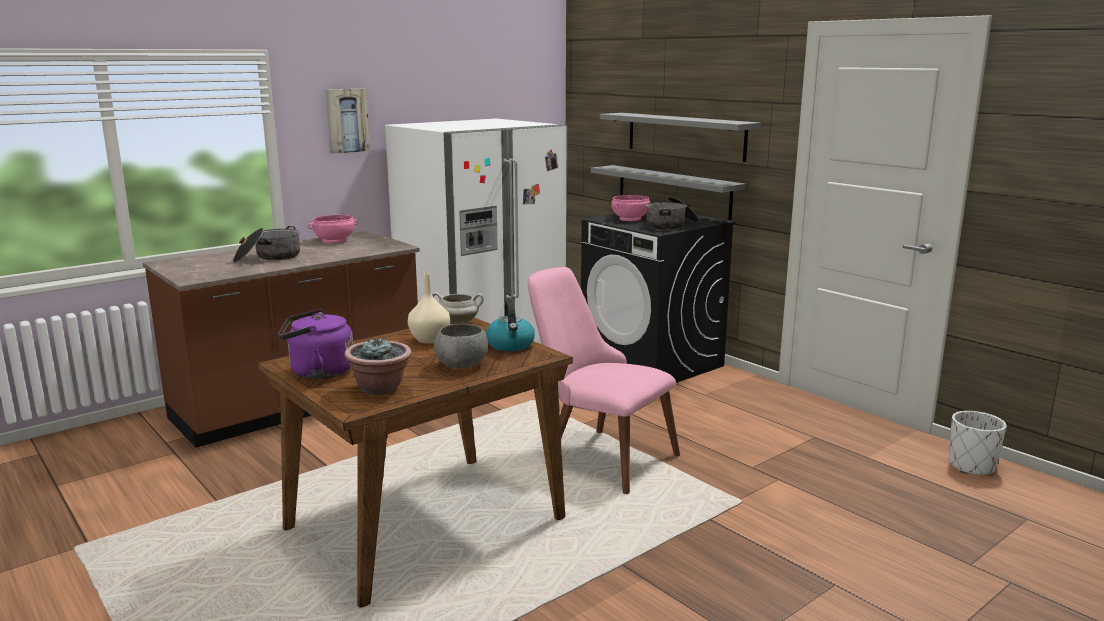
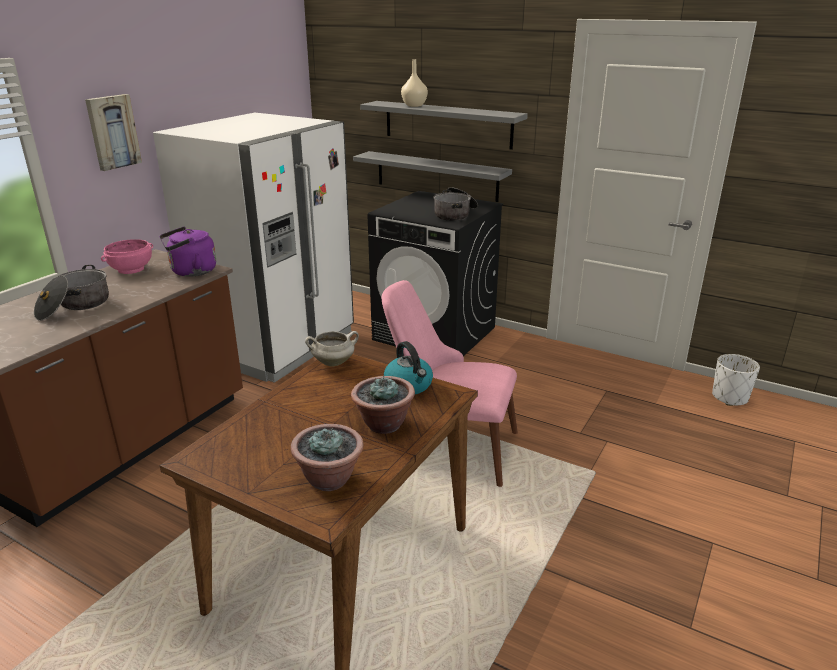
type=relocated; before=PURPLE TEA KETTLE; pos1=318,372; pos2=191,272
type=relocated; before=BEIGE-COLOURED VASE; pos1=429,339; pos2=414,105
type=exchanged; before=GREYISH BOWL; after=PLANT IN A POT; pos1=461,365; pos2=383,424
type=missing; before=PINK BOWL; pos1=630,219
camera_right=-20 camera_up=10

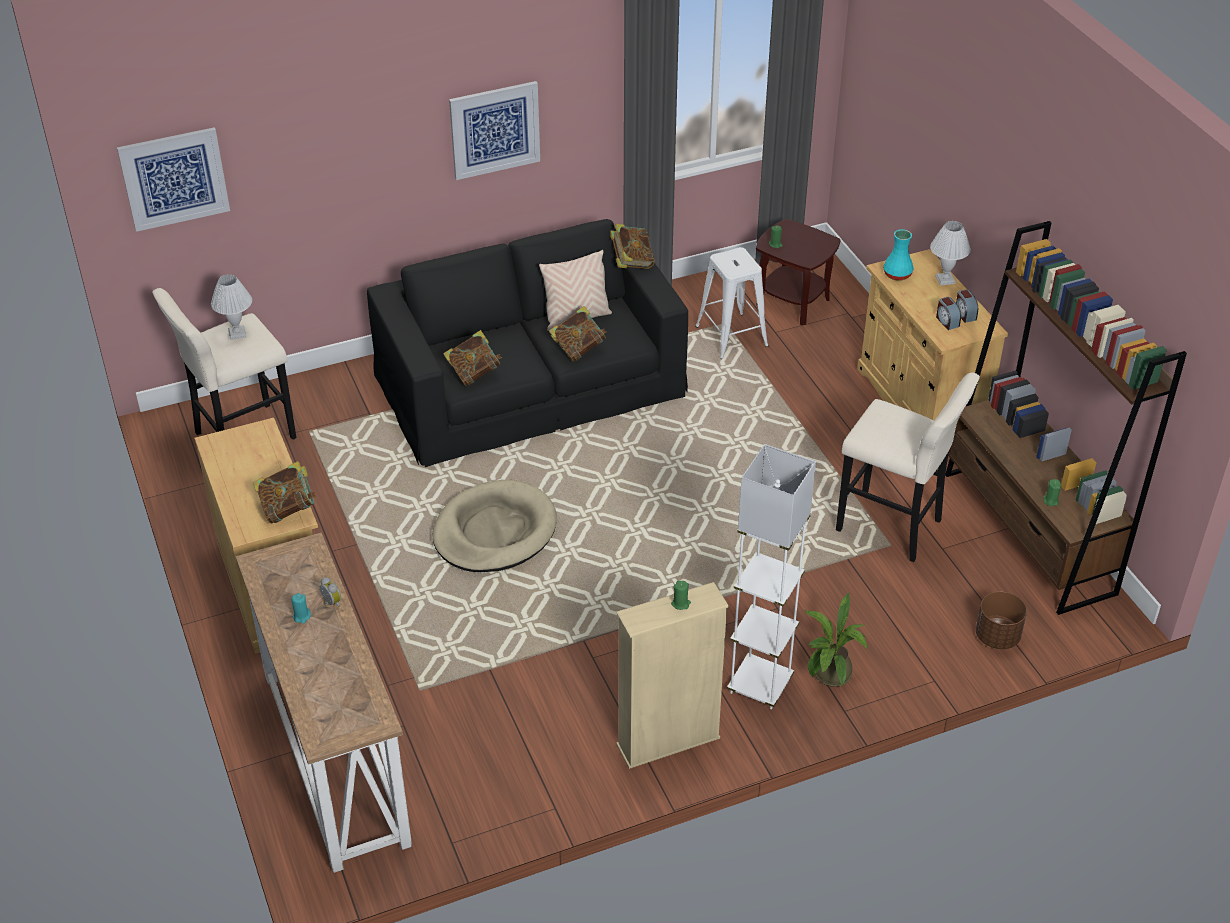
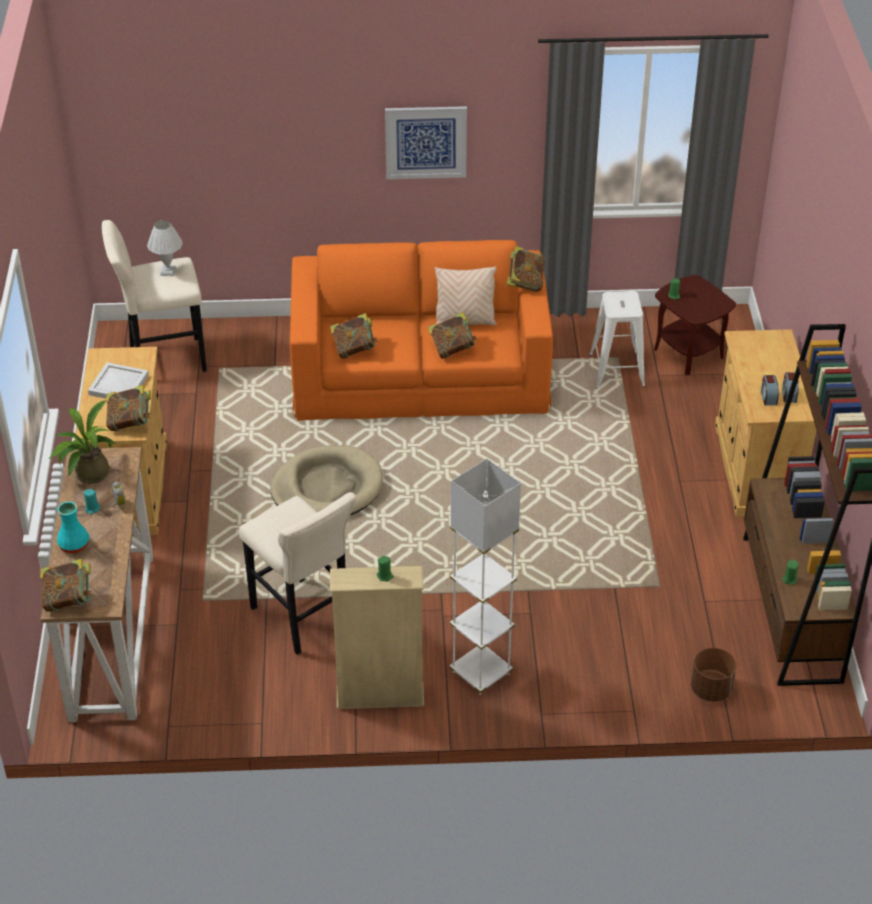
type=missing; before=WALL ART; pos1=174,178
type=colour; before=BLACK SOFA; after=ORANGE SOFA; pos1=530,383; pos2=420,371
type=relocated; before=PLANT IN A POT; pos1=829,677; pos2=88,475
type=relocated; before=BEIGE-COLOURED SITTING STOOL; pos1=893,528; pos2=303,619
type=relocated; before=BLUE-GREEN VASE; pos1=897,275; pos2=73,545
type=missing; before=WHITE TABLETOP LAMP; pos1=944,279
type=appeared; after=BOOK; pos2=69,599
type=appeared; after=WHITE SERVING TRAY; pos2=119,385
camera_right=20 camera_up=0

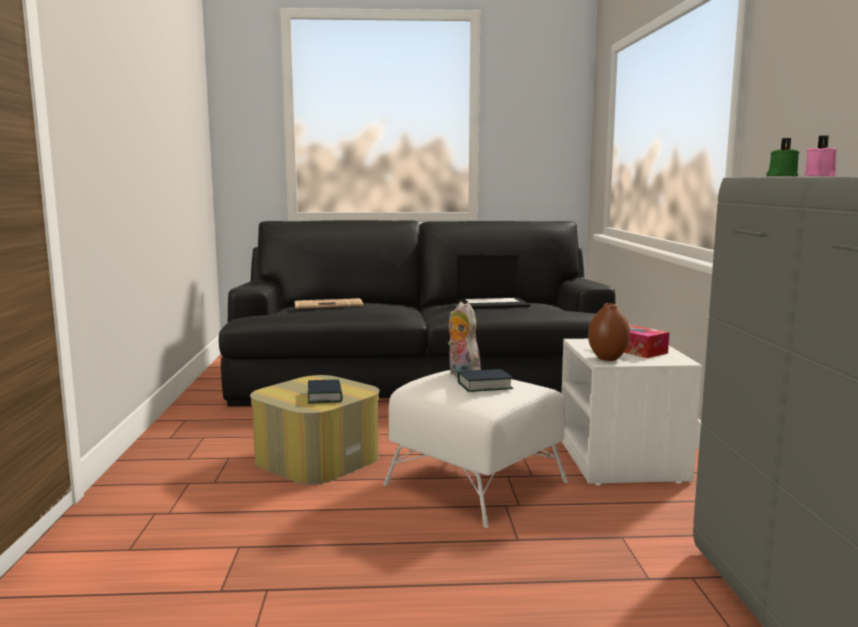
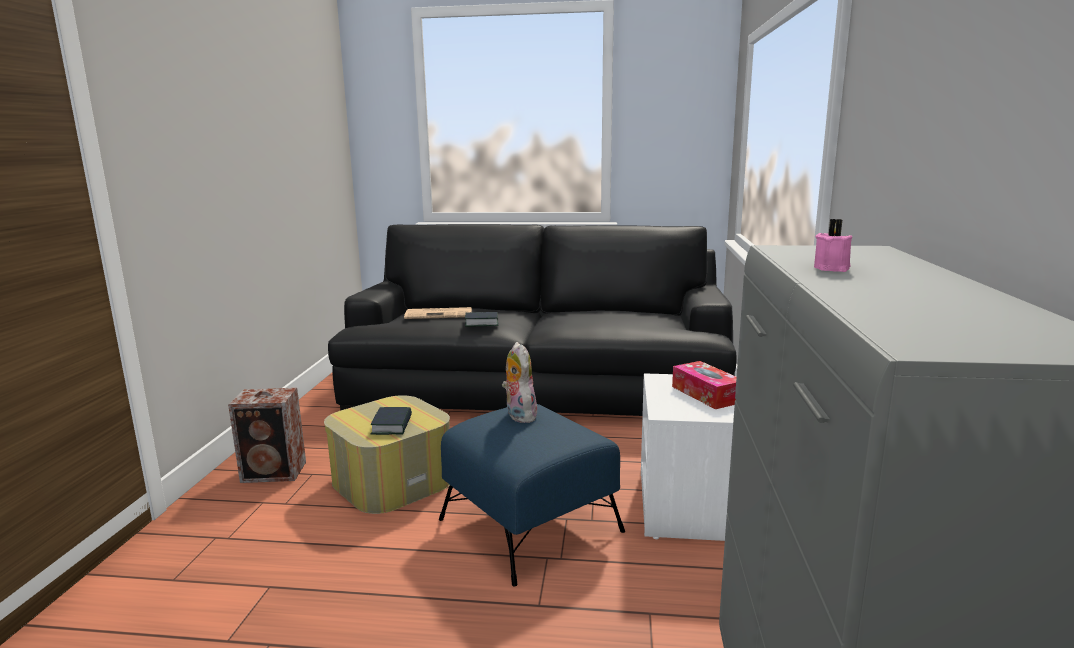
type=colour; before=WHITE FOOTREST; after=BLUISH FOOTREST; pos1=476,483; pos2=530,526
type=missing; before=NOTEBOOK COMPUTER; pos1=492,303
type=relocated; before=BOOK; pos1=484,386; pos2=481,323
type=missing; before=BROWN-COLOURED VASE; pos1=607,359
type=missing; before=GREEN CANDLE; pos1=781,176
type=appeared; after=AUDIO SPEAKER; pos2=275,472
camera_right=10 camera_up=5

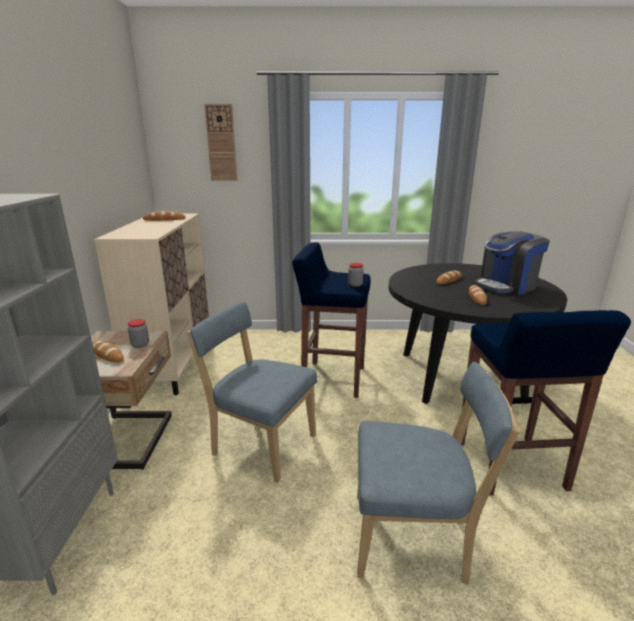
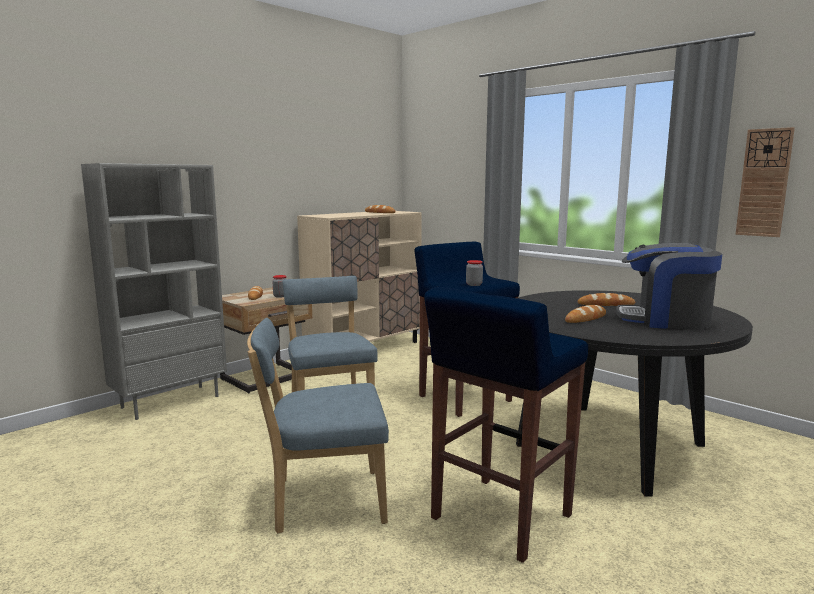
type=relocated; before=CLOCK ON THE WALL; pos1=221,143; pos2=764,183
type=spun; before=BLUISH CHAIR; pos1=414,538; pos2=322,501; turn=120
camera_right=45 camera_up=-10

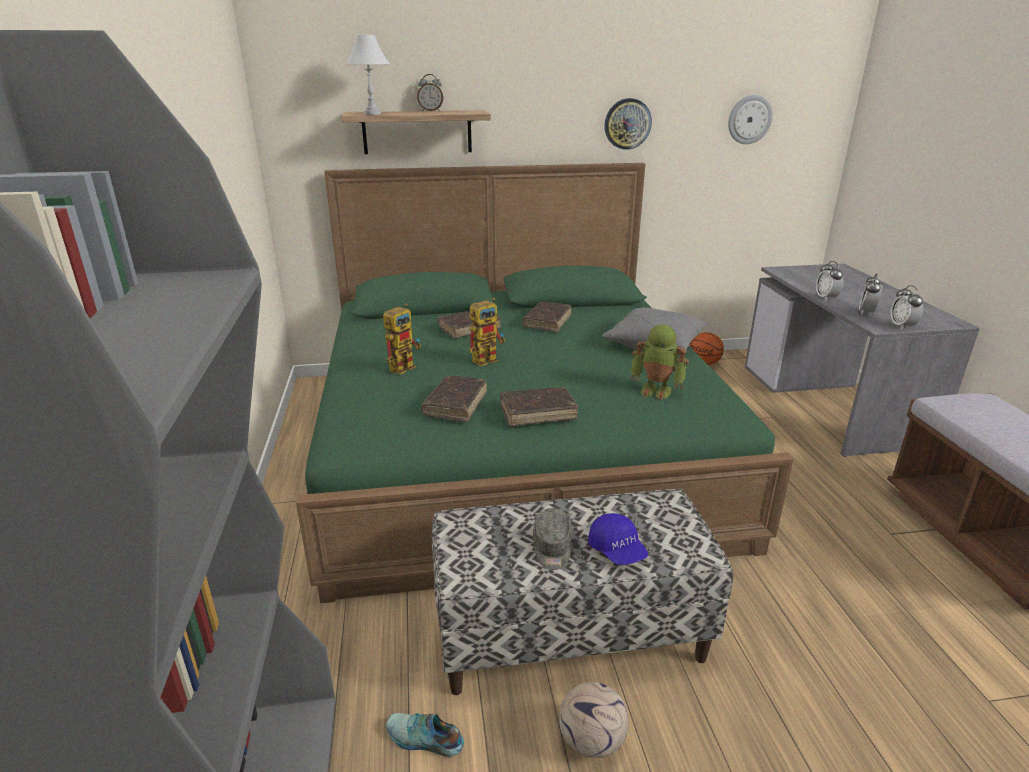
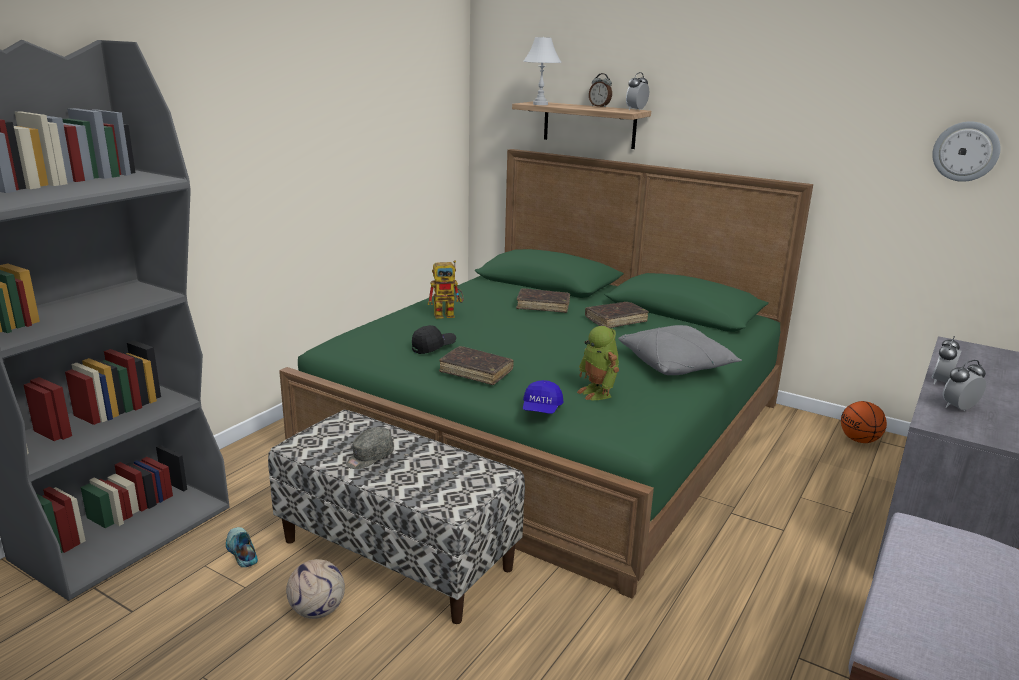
type=exchanged; before=BROWN-COLOURED BOOK; after=BLACK PEAKED CAP; pos1=456,405; pos2=433,347
type=missing; before=MODEL ROBOT; pos1=488,358
type=relocated; before=BLUISH PEAKED CAP; pos1=617,550; pos2=541,409
type=missing; before=CLOCK ON THE WALL; pos1=627,124
type=relocated; before=ALARM CLOCK; pos1=902,326; pos2=636,110
camera_right=40 camera_up=-5

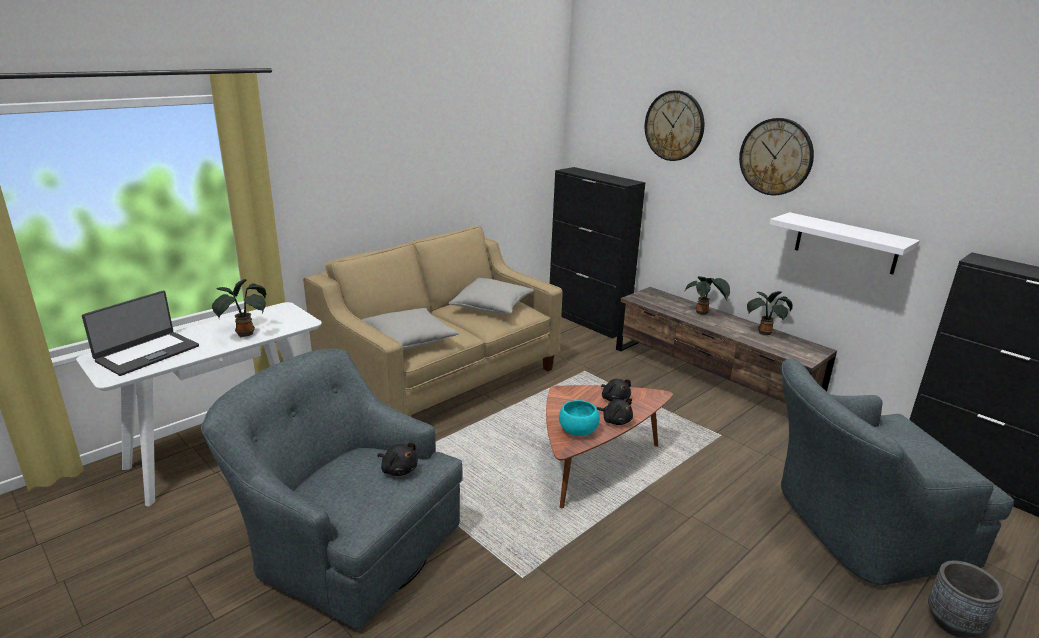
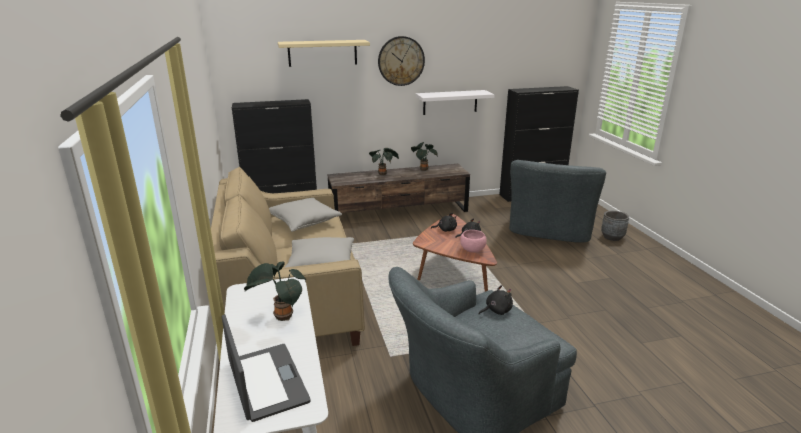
type=colour; before=BLUE-GREEN BOWL; after=PINK BOWL; pos1=578,431; pos2=472,250
type=exchanged; before=CLOCK ON THE WALL; after=BEIGE-COLOURED SHELF; pos1=674,126; pos2=322,53
camera_right=-60 camera_up=0

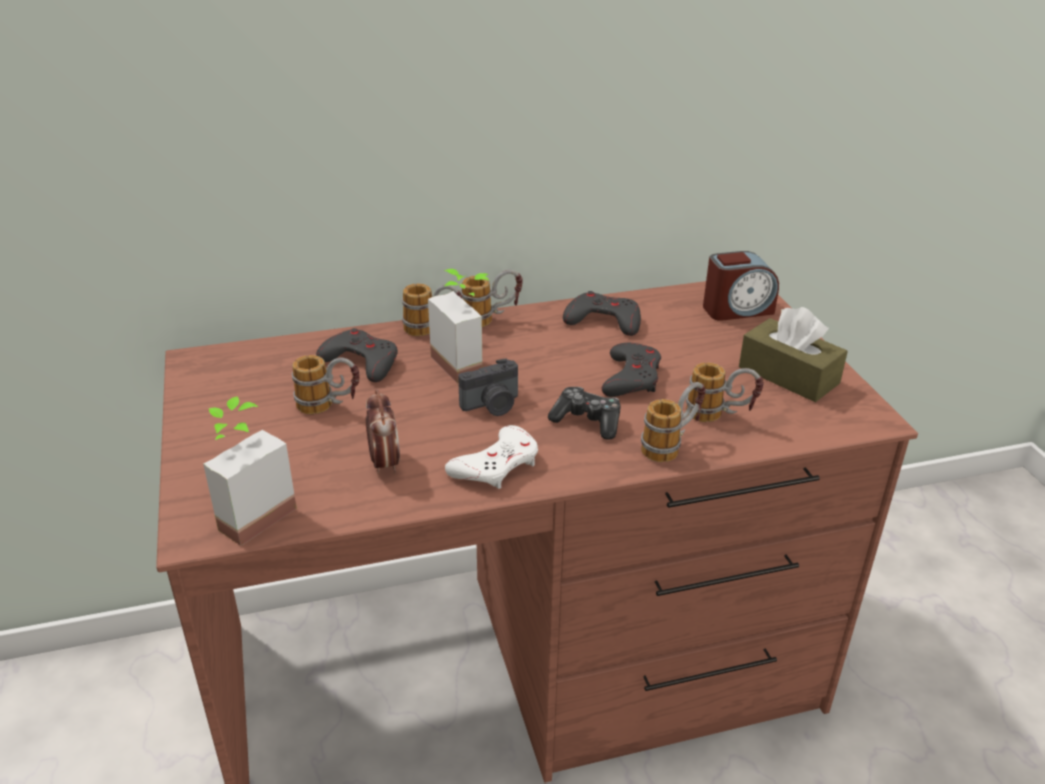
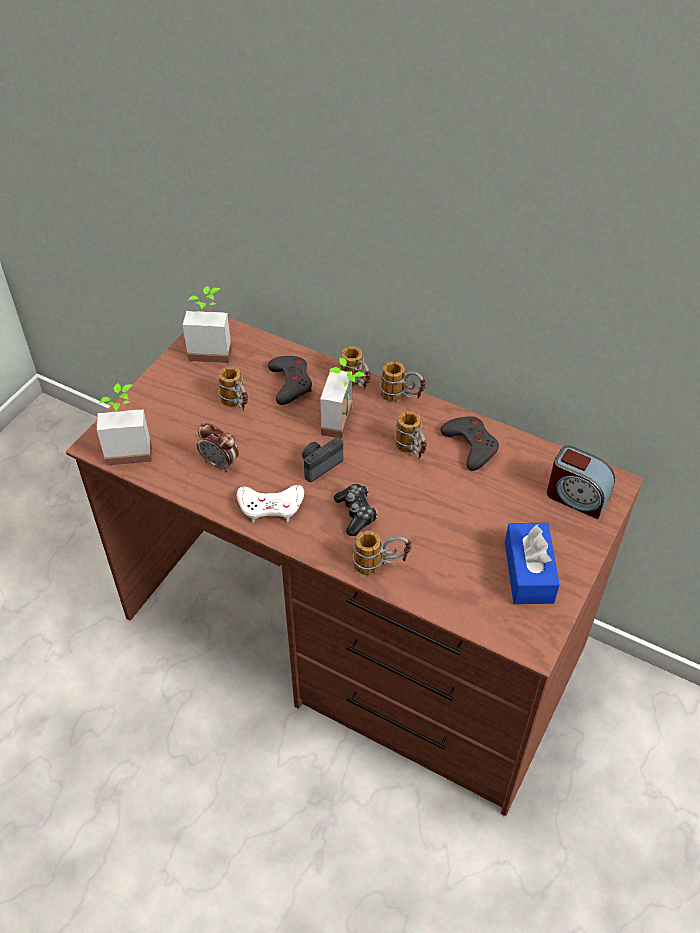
type=spun; before=ALARM CLOCK; pos1=384,463; pos2=220,463; turn=90
type=spun; before=PHOTO CAMERA; pos1=492,406; pos2=319,464; turn=120
type=missing; before=GREYISH GAME CONTROLLER; pos1=631,377
type=relocated; before=MUG; pos1=720,416; pos2=412,452
type=colour; before=BROWN-COLOURED TISSUE BOX; after=BLUISH TISSUE BOX; pos1=788,375; pos2=528,572
type=appeared; after=PLANT IN A POT; pos2=211,349
camera_right=45 camera_up=15

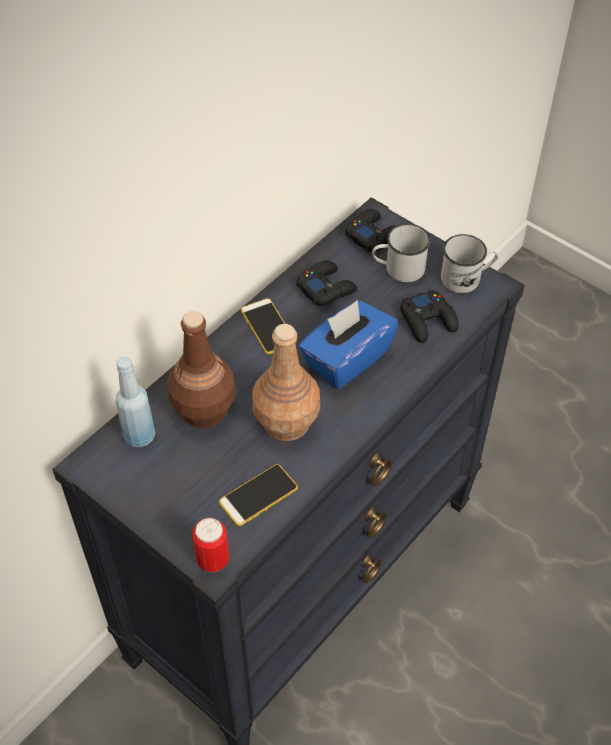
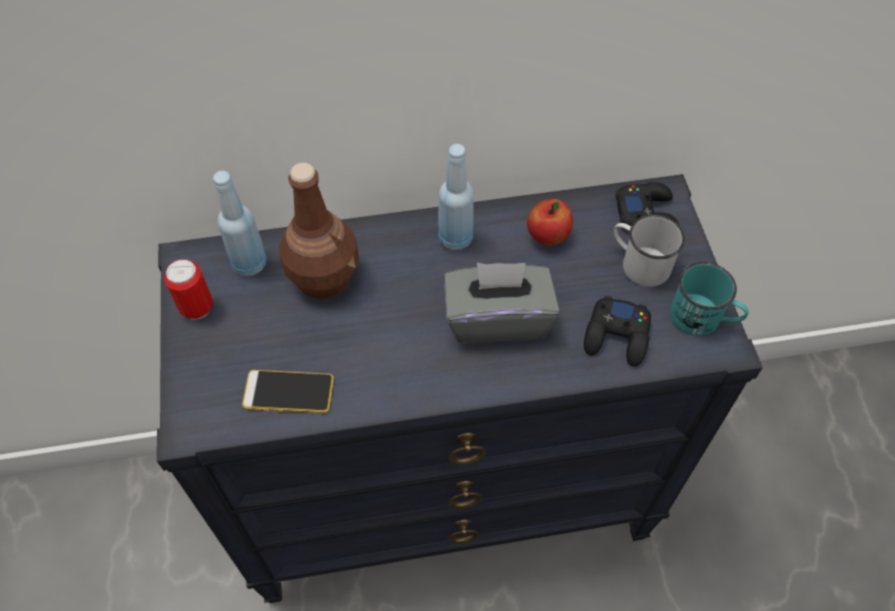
type=relocated; before=SEALED CAN; pos1=213,560; pos2=197,308
type=exchanged; before=PHONE; after=BLUISH BOTTLE; pos1=268,327; pos2=456,238
type=missing; before=BROWN-COLOURED BOTTLE; pos1=287,421
type=exchanged; before=BLACK GAME CONTROLLER; after=WHOLE APPLE; pos1=326,288; pos2=547,236
type=colour; before=BLUISH TISSUE BOX; after=GREYISH TISSUE BOX; pos1=346,359; pos2=497,319
type=colour; before=WHITE MUG; after=BLUE-GREEN MUG; pos1=466,278; pos2=702,318
camera_right=40 camera_up=5

